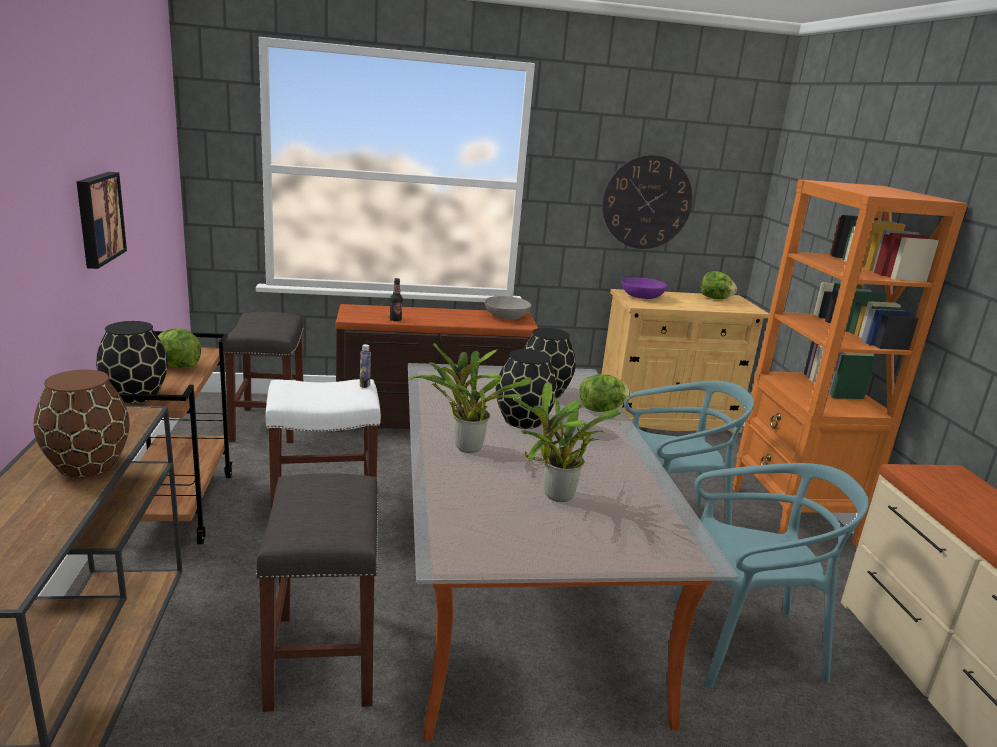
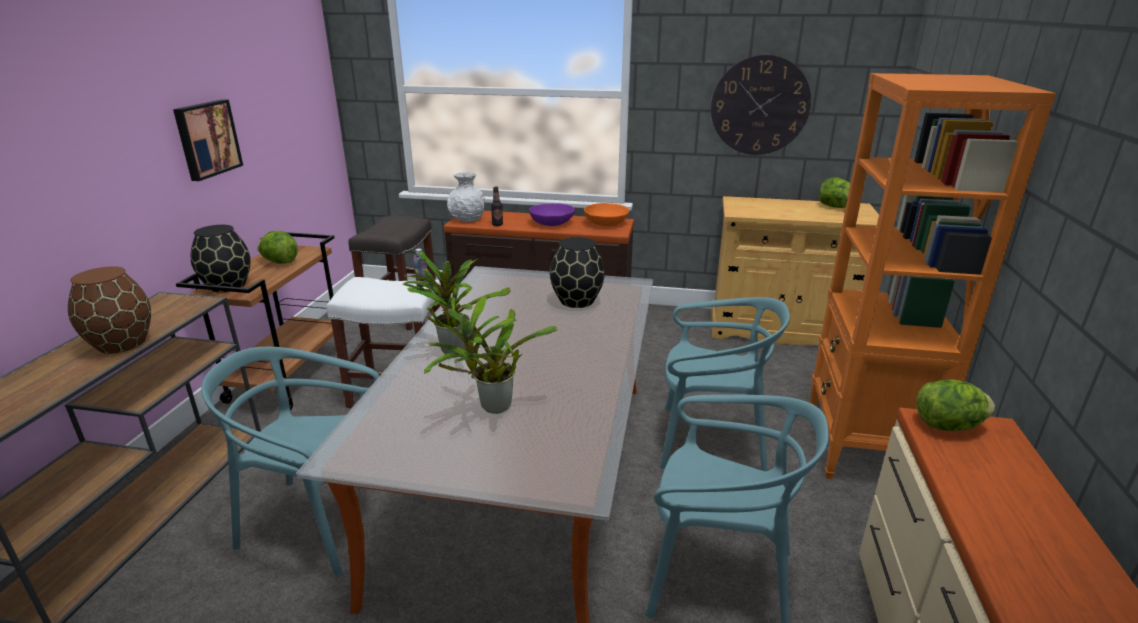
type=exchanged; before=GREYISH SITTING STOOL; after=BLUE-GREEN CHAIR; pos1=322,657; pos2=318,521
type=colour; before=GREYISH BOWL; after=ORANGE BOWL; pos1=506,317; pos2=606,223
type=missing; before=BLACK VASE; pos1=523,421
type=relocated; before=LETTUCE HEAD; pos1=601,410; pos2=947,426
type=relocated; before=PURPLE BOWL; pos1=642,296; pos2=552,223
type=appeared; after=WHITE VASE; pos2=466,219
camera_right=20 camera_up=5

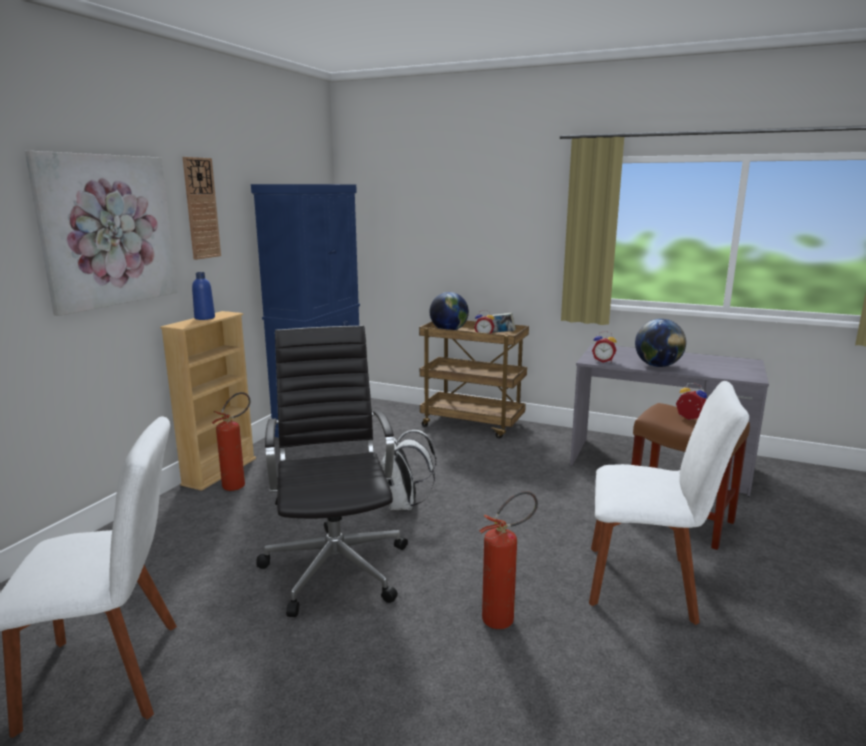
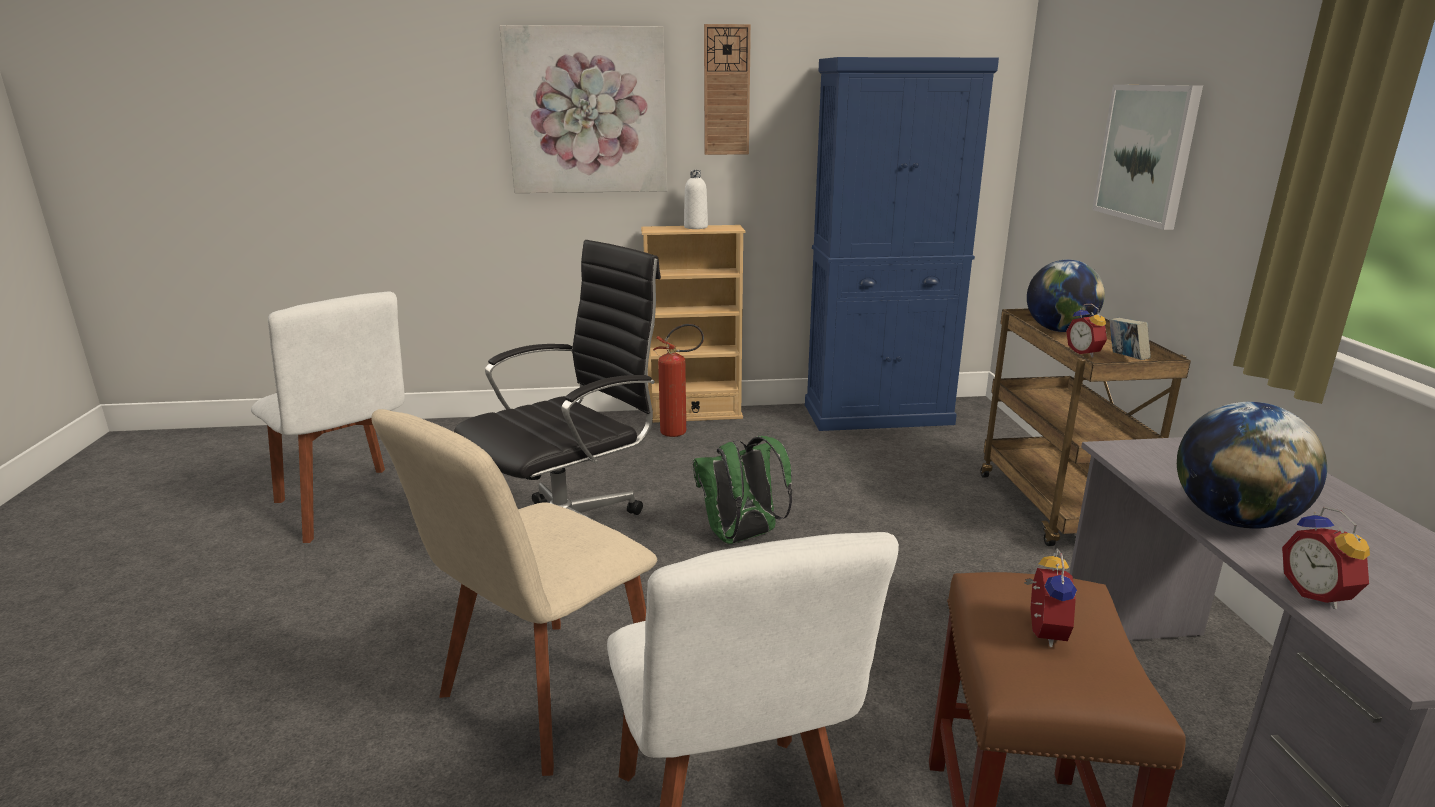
type=colour; before=BLUISH BOTTLE; after=WHITE BOTTLE; pos1=204,318; pos2=696,227
type=colour; before=WHITE RUCKSACK; after=GREEN RUCKSACK; pos1=404,505; pos2=742,537
type=exchanged; before=EXTINGUISHER; after=BEIGE-COLOURED CHAIR; pos1=505,617; pos2=542,696
type=relocated; before=ALARM CLOCK; pos1=603,361; pos2=1319,594
type=appeared; after=WALL ART; pos2=1146,154
camera_right=60 camera_up=5

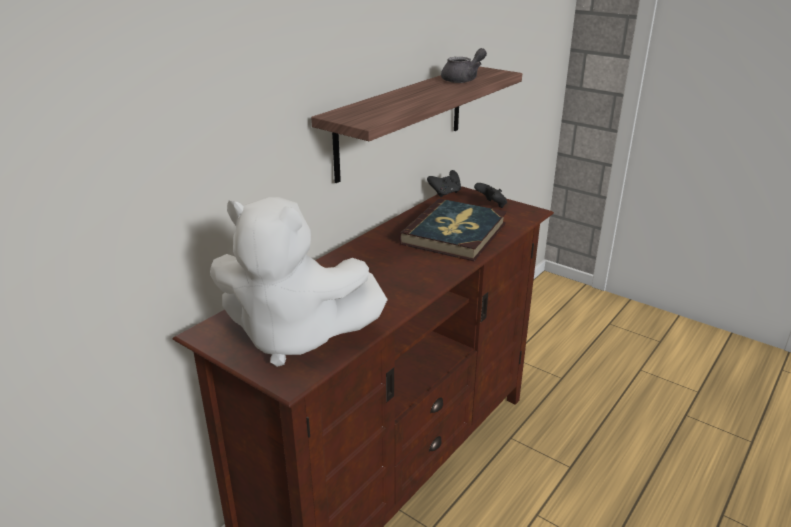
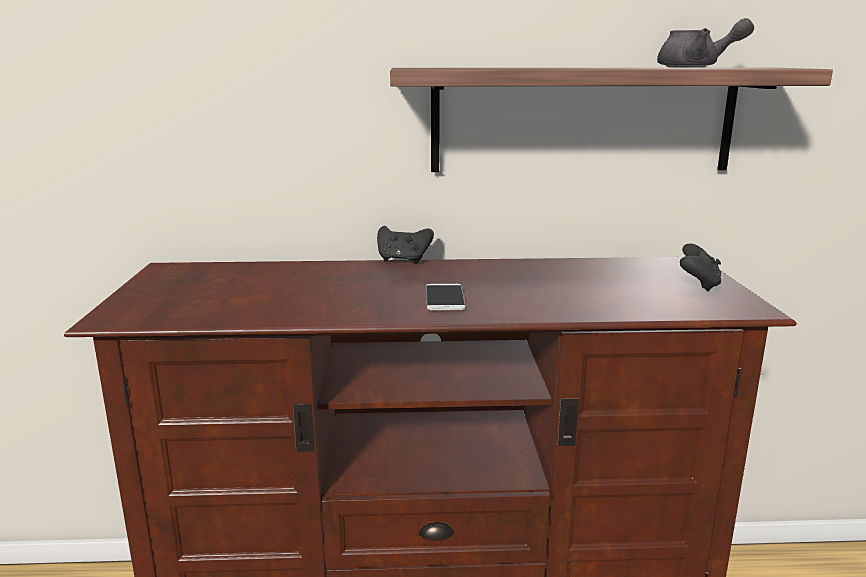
type=missing; before=WHITE CUDDLY TOY; pos1=294,337
type=missing; before=BOOK; pos1=455,233
type=relocated; before=BLACK GAME CONTROLLER; pos1=445,193; pos2=403,260
type=appeared; after=PHONE; pos2=444,298
camera_right=50 camera_up=-10

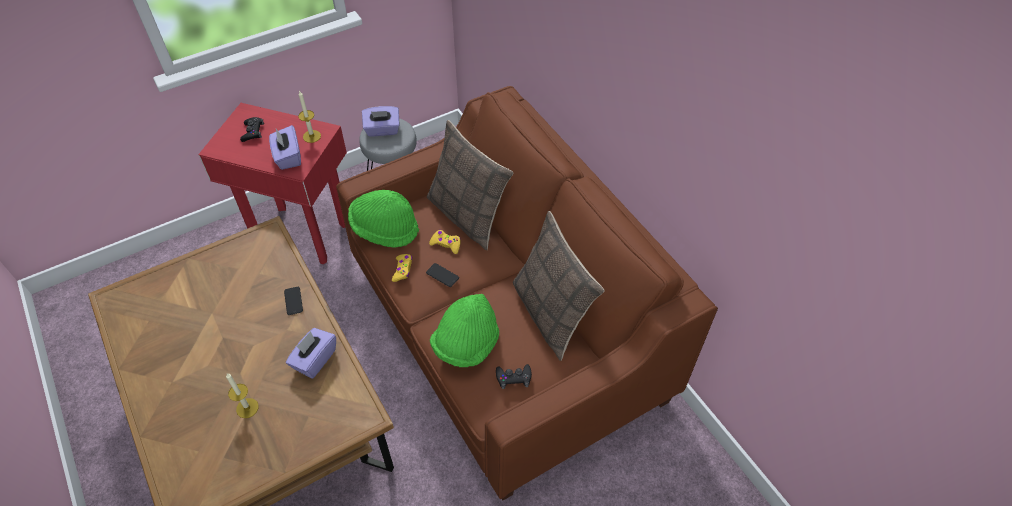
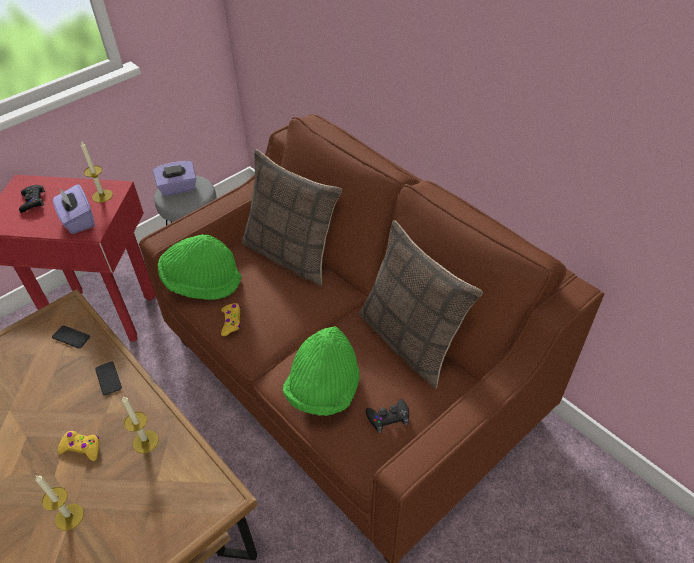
type=exchanged; before=PURPLE TISSUE BOX; after=CANDLE; pos1=314,360; pos2=145,442
type=relocated; before=PHONE; pos1=442,275; pos2=71,337
type=relocated; before=YELLOW GAME CONTROLLER; pos1=446,244; pos2=82,448
camera_right=-10 camera_up=-5

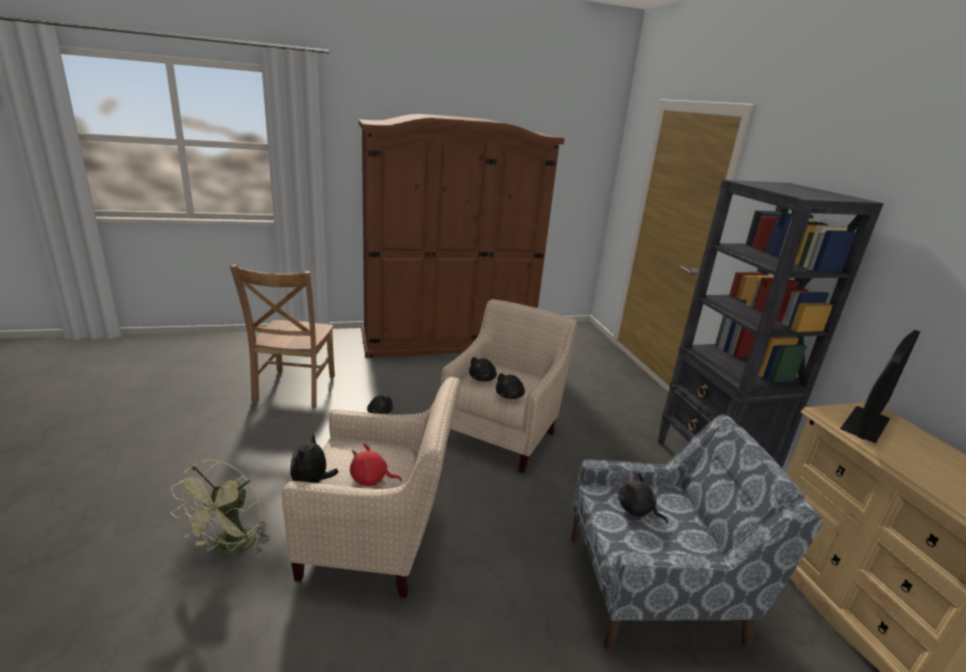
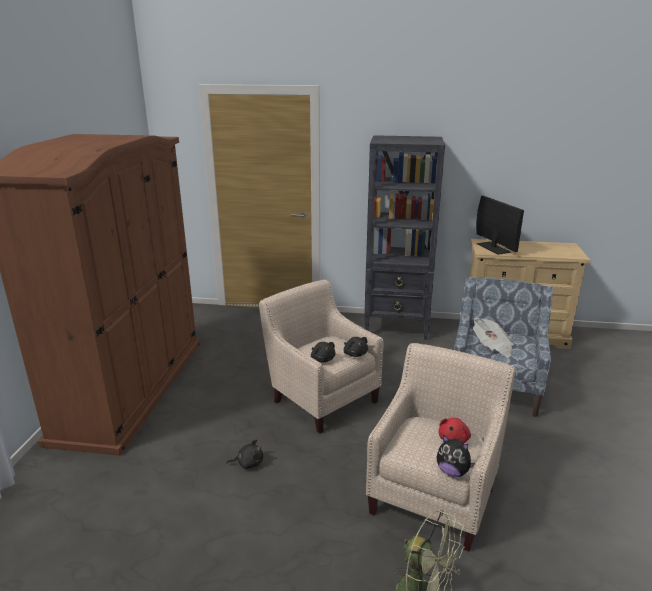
type=missing; before=BROWN-COLOURED CHAIR; pos1=293,390
type=exchanged; before=BLACK CUDDLY TOY; after=DAILY PAPER; pos1=637,510; pos2=492,347
camera_right=-65 camera_up=0

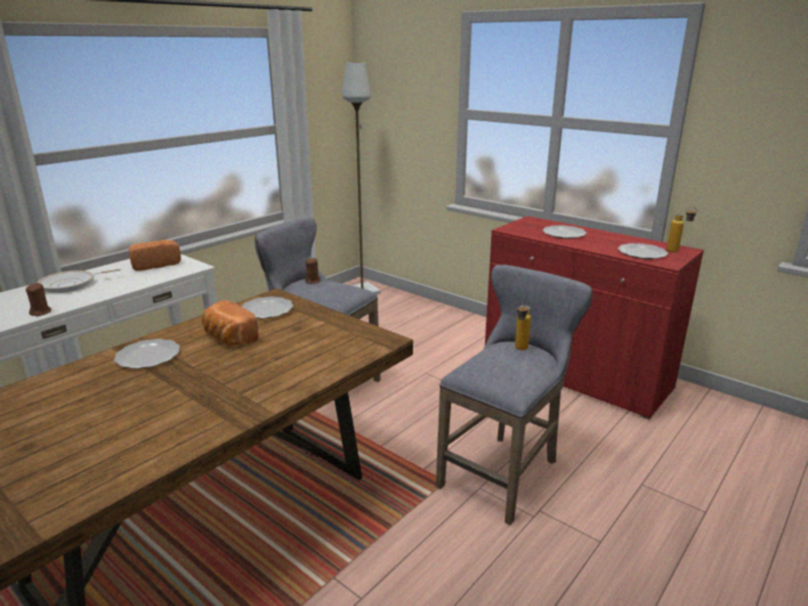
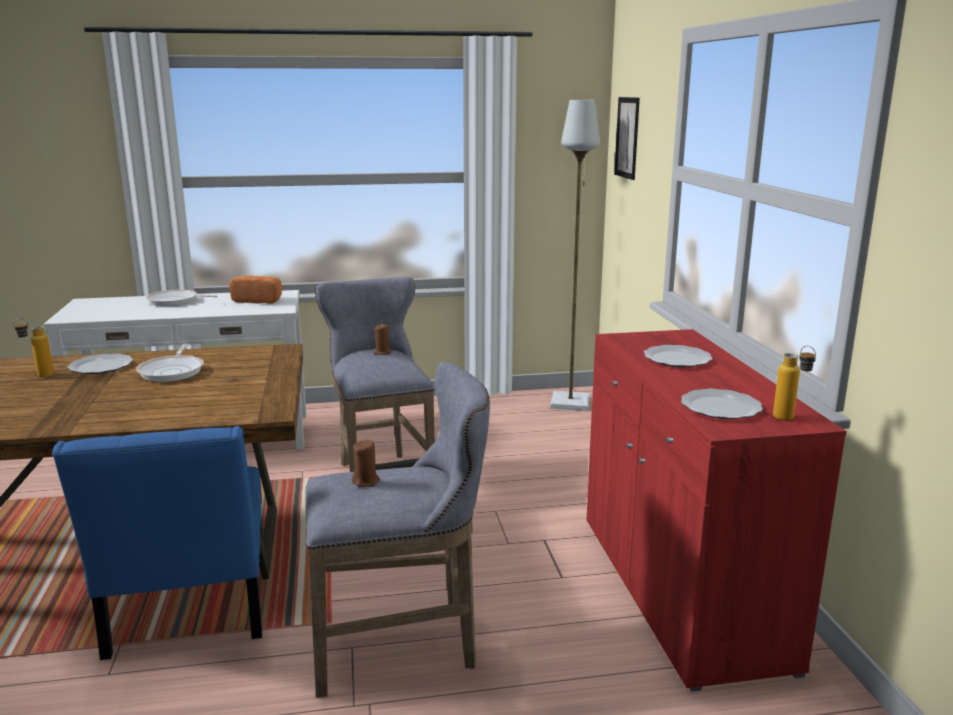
type=relocated; before=BROWN-COLOURED CANDLE; pos1=41,312; pos2=366,481
type=exchanged; before=BAKED BREAD; after=SKILLET; pos1=228,338; pos2=173,371
type=missing; before=FLAT DISH; pos1=267,310
type=relocated; before=BOTTLE; pos1=520,350; pos2=38,376
type=appeared; after=BLUISH CHAIR; pos2=188,611
type=appeared; after=WALL ART; pos2=627,137
camera_right=40 camera_up=-5

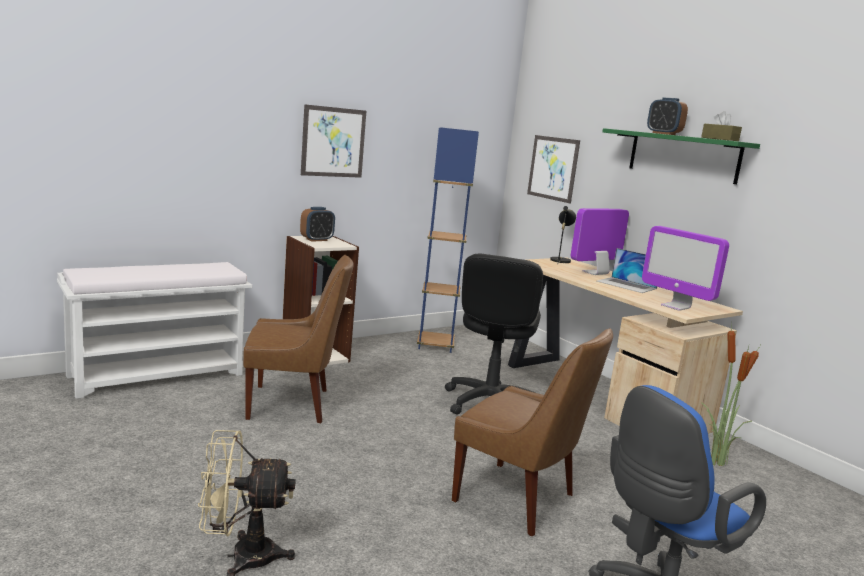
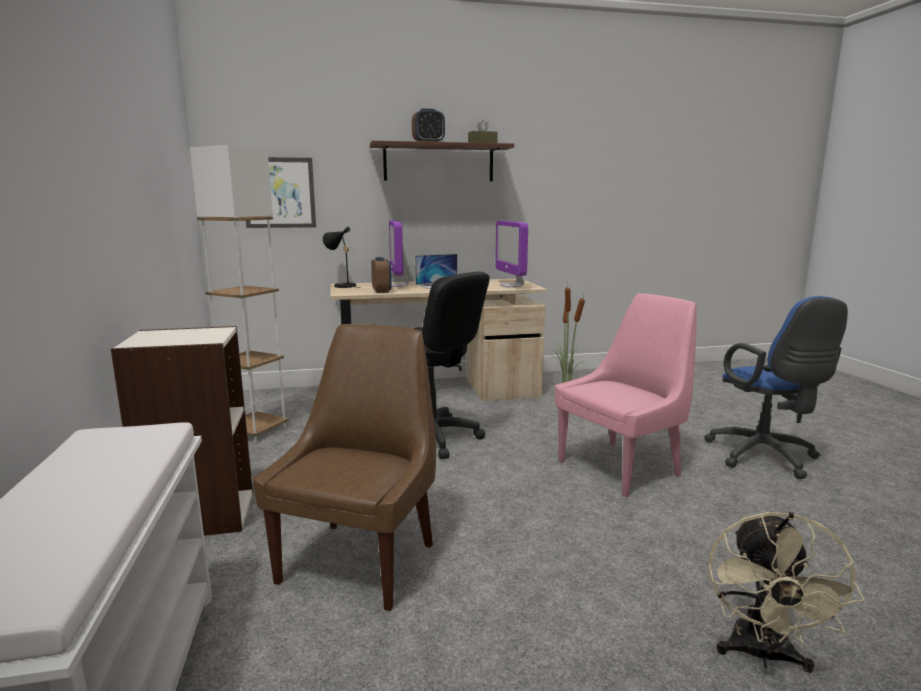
type=relocated; before=ALARM CLOCK; pos1=316,240; pos2=381,291
type=missing; before=WALL ART; pos1=333,142
type=colour; before=BLUISH FLOOR LAMP; after=WHITE FLOOR LAMP; pos1=435,345; pos2=255,431
type=colour; before=BROWN-COLOURED CHAIR; after=PINK CHAIR; pos1=518,499; pos2=621,467
type=colour; before=GREEN SHELF; after=BROWN-COLOURED SHELF; pos1=683,156; pos2=439,163
type=spun; before=MONITOR; pos1=675,306; pos2=511,286; turn=90
camera_right=-65 camera_up=0

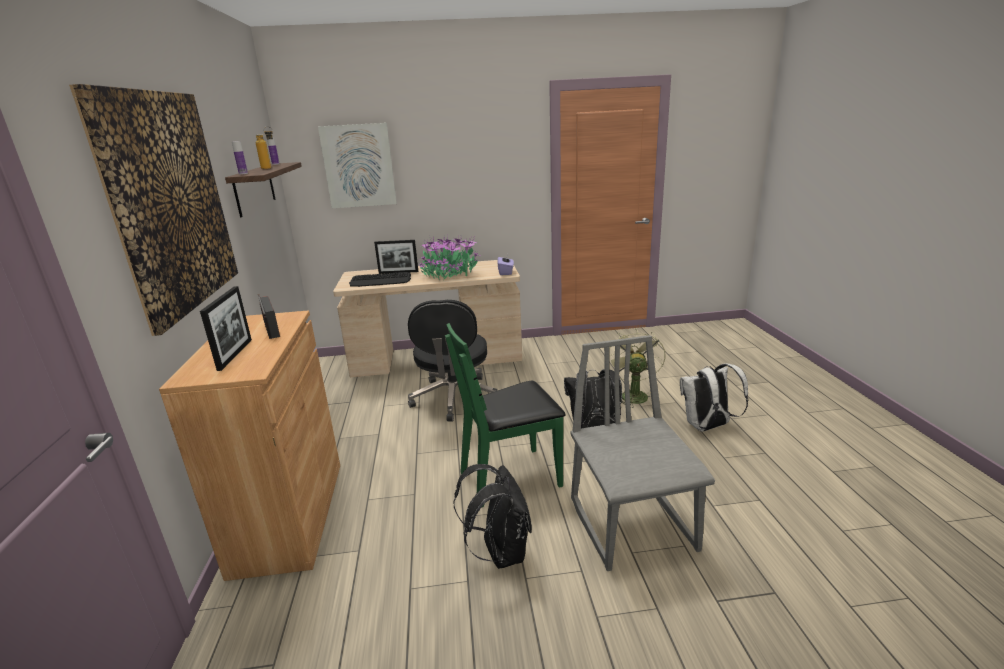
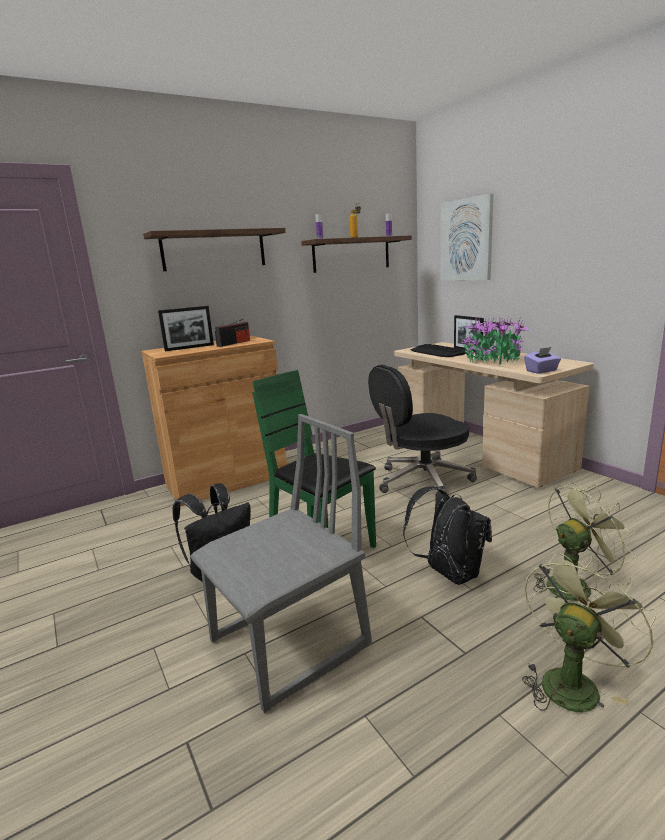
type=exchanged; before=WALL ART; after=SHELF; pos1=170,202; pos2=214,250
type=exchanged; before=WHITE RUCKSACK; after=GREEN ELECTRIC FAN; pos1=707,427; pos2=572,681
camera_right=65 camera_up=-5

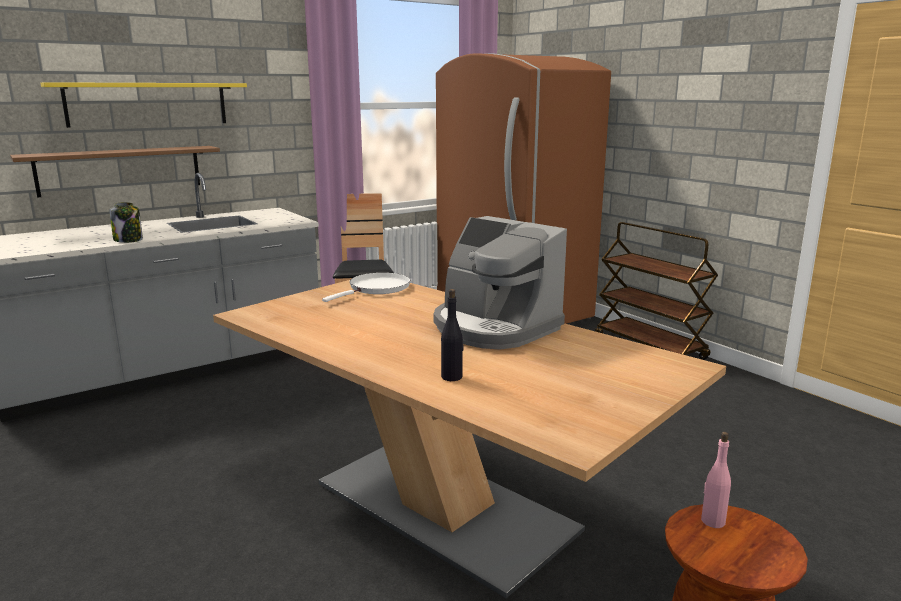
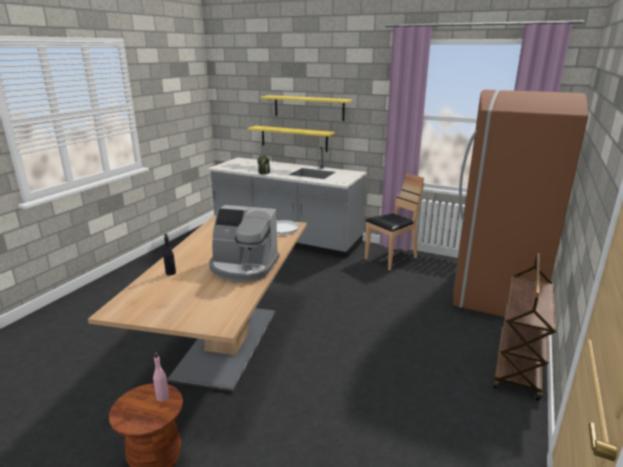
type=colour; before=BROWN-COLOURED SHELF; after=YELLOW SHELF; pos1=120,170; pos2=294,138
type=spun; before=COFFEE MACHINE; pos1=493,328; pos2=243,267; turn=-90
camera_right=60 camera_up=5

